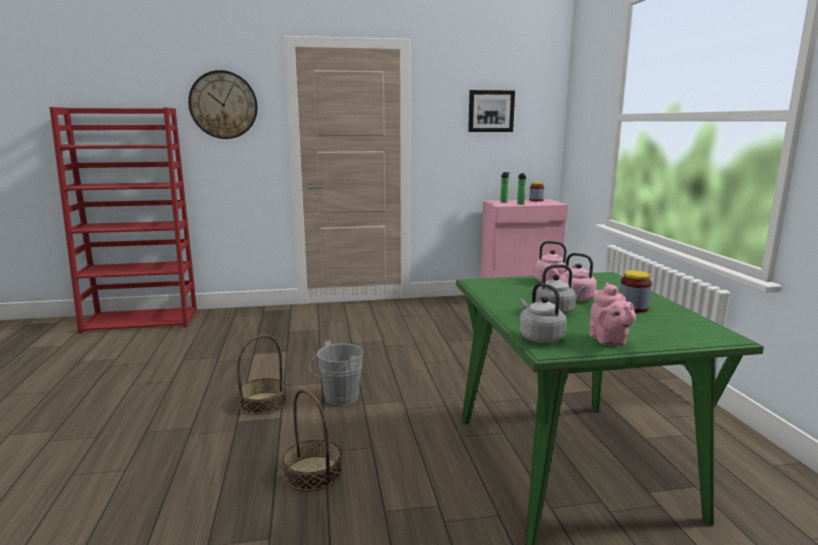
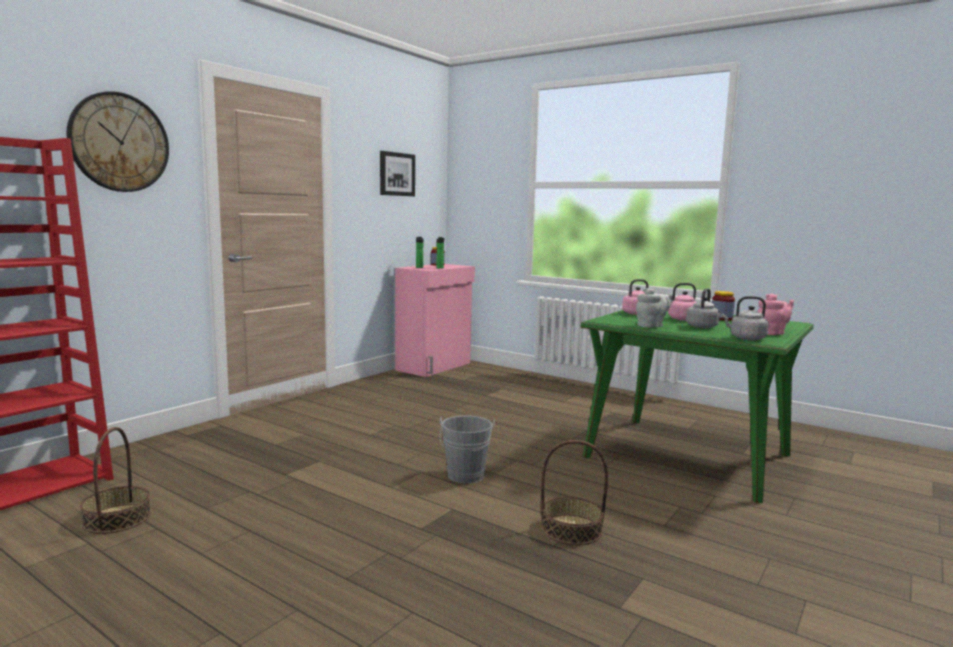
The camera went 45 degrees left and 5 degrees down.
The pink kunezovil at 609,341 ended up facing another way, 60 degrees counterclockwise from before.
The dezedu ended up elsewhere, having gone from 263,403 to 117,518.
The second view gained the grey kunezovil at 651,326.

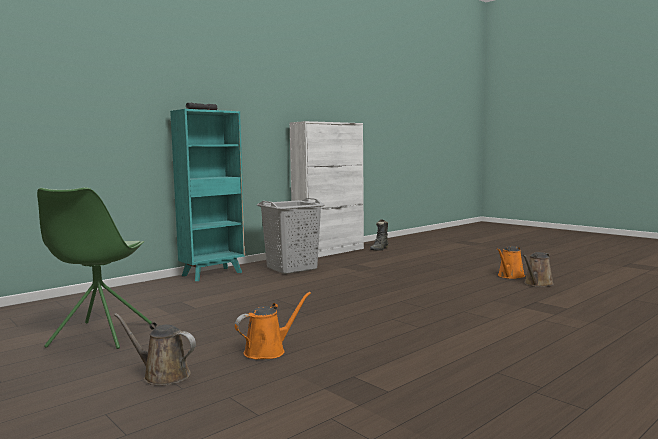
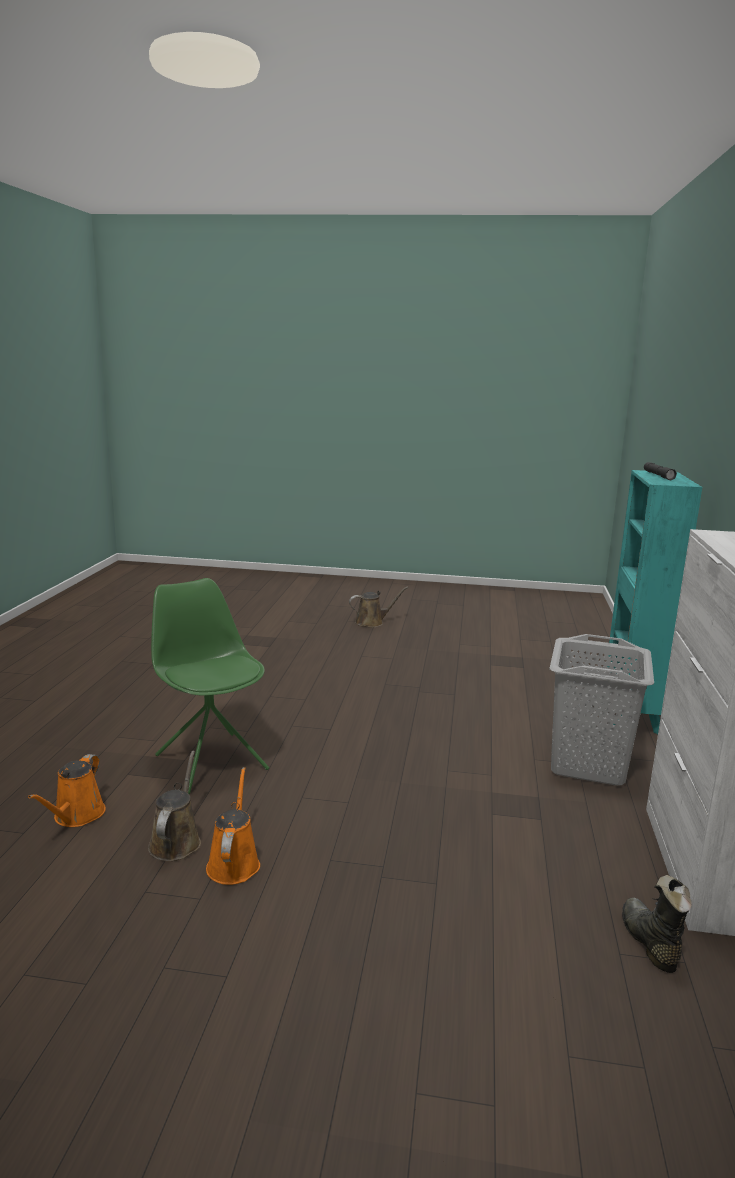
The camera went 140 degrees right and 10 degrees up.
The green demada ended up elsewhere, having gone from 99,335 to 211,761.
The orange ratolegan ended up elsewhere, having gone from 268,351 to 76,816.

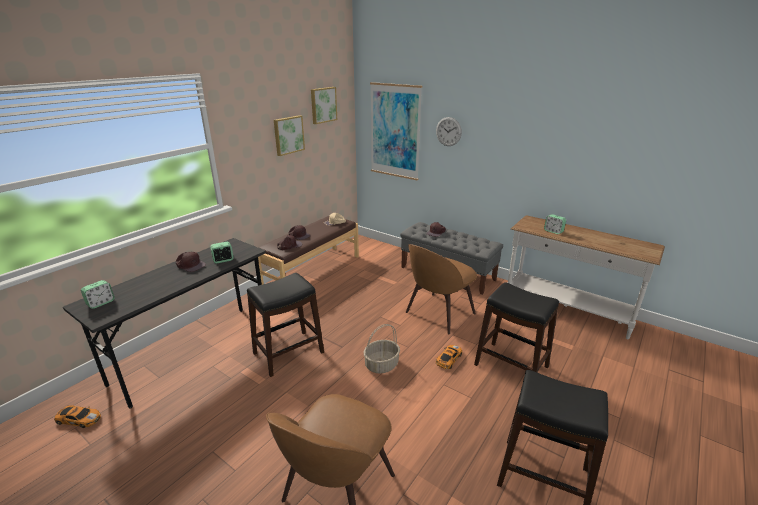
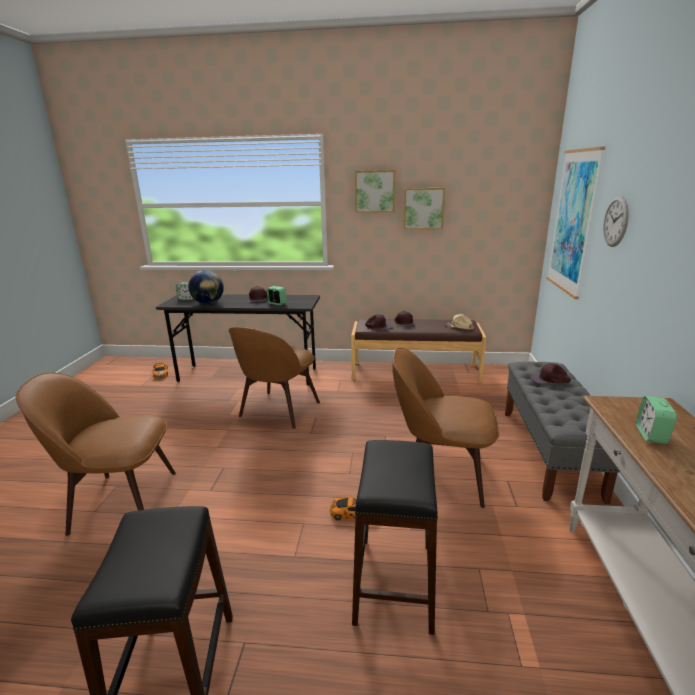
The camera went 60 degrees right and 5 degrees down.
The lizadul ended up elsewhere, having gone from 323,105 to 375,191.
Where the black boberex stood at 289,353, the brown demada came to stand at 278,411.
The second view lost the dezedu at 381,364.
The second view gained the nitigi at 208,303.

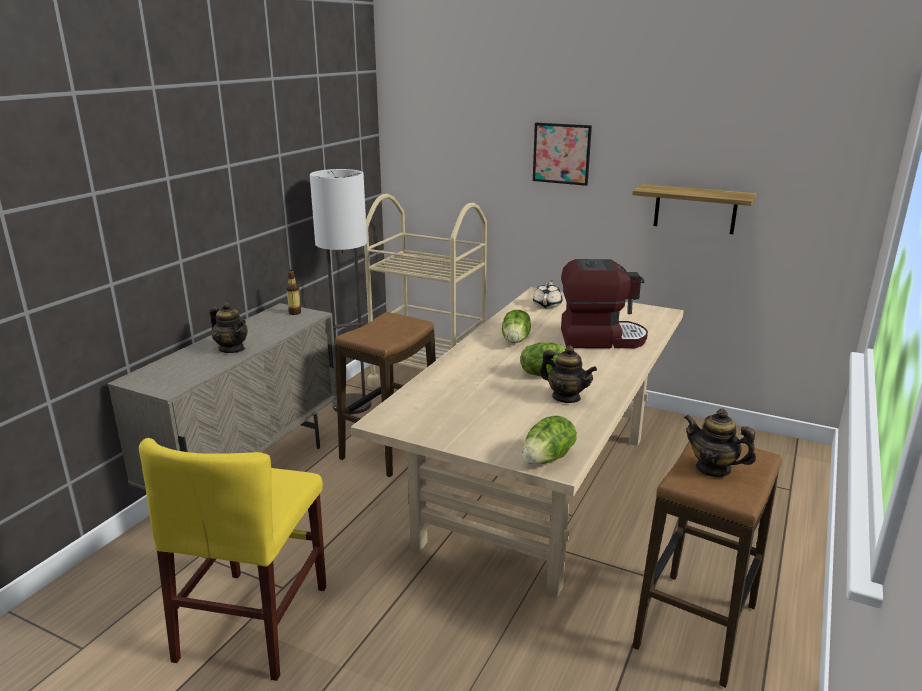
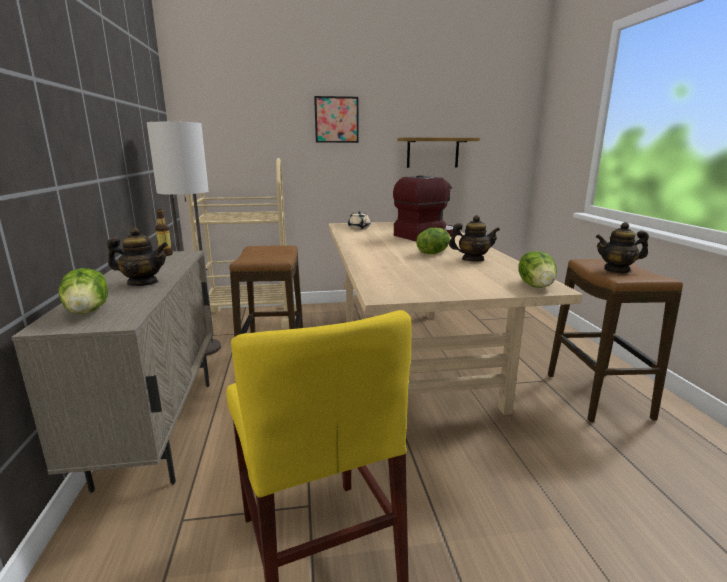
The camera went 35 degrees left and 5 degrees down.
The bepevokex ended up elsewhere, having gone from 516,340 to 89,311.

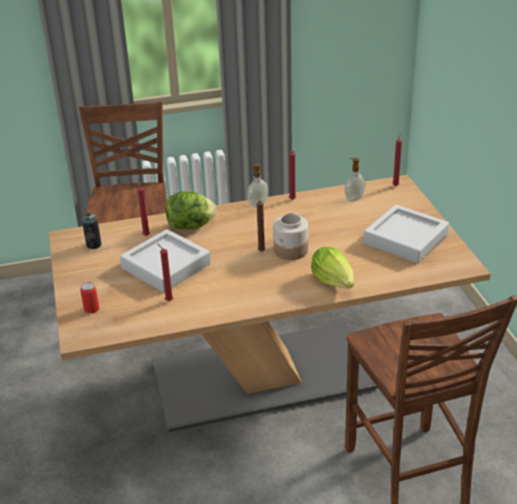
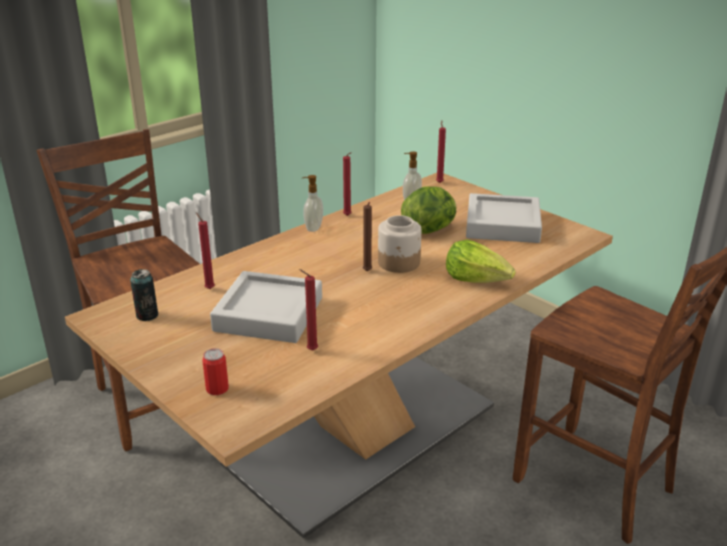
The camera went 30 degrees left and 5 degrees down.
The bepevokex ended up elsewhere, having gone from 191,226 to 430,230.

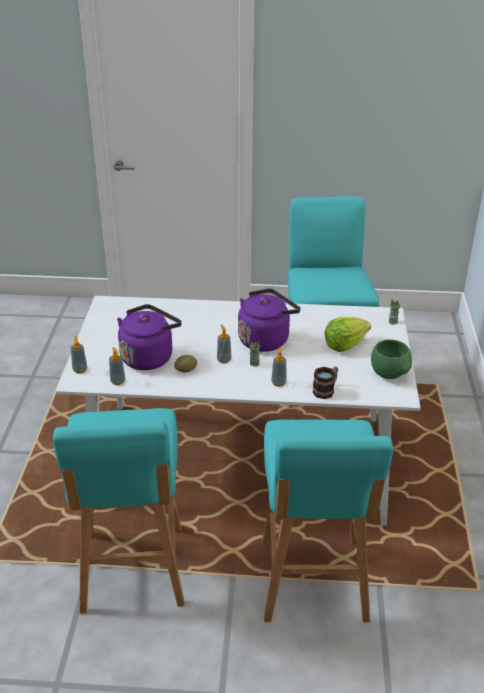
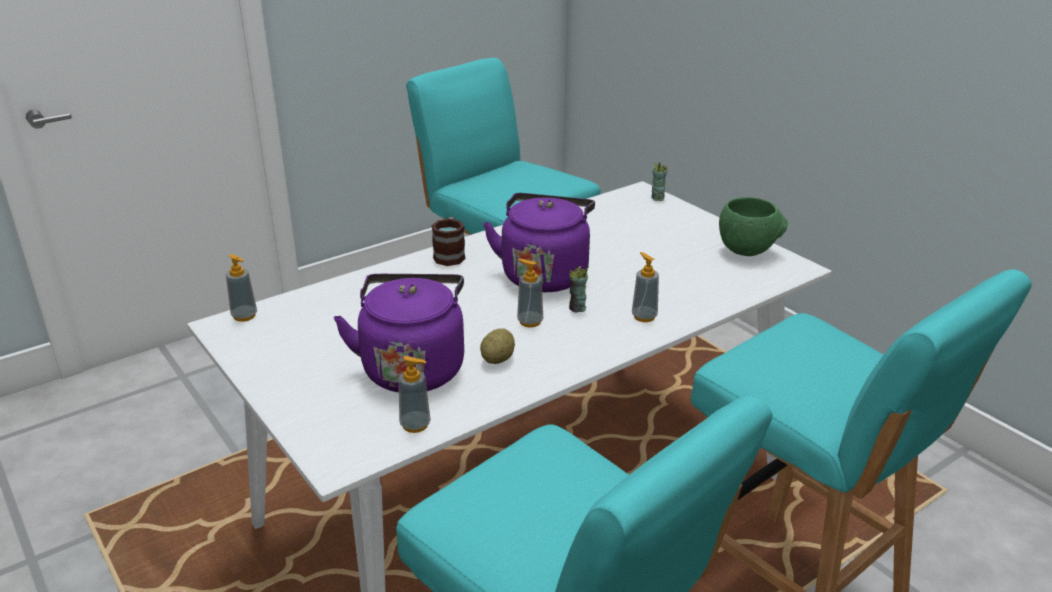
The camera went 40 degrees left and 5 degrees down.
The second view lost the bepevokex at 345,345.
The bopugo ended up elsewhere, having gone from 80,370 to 244,316.
The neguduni ended up elsewhere, having gone from 326,390 to 450,254.

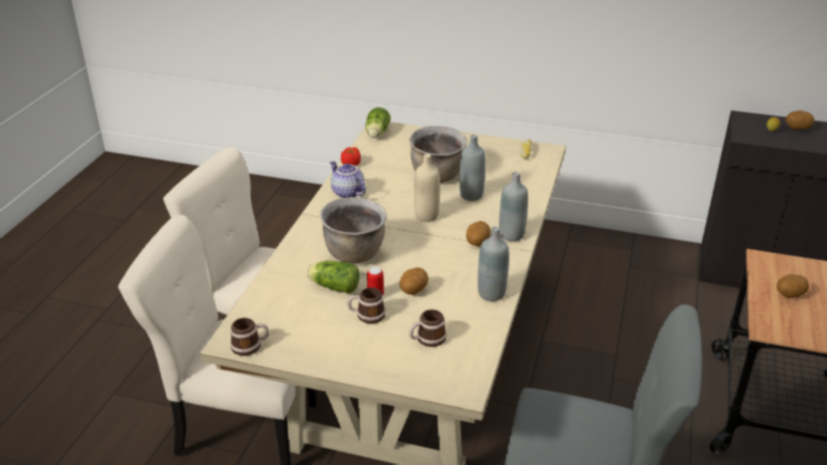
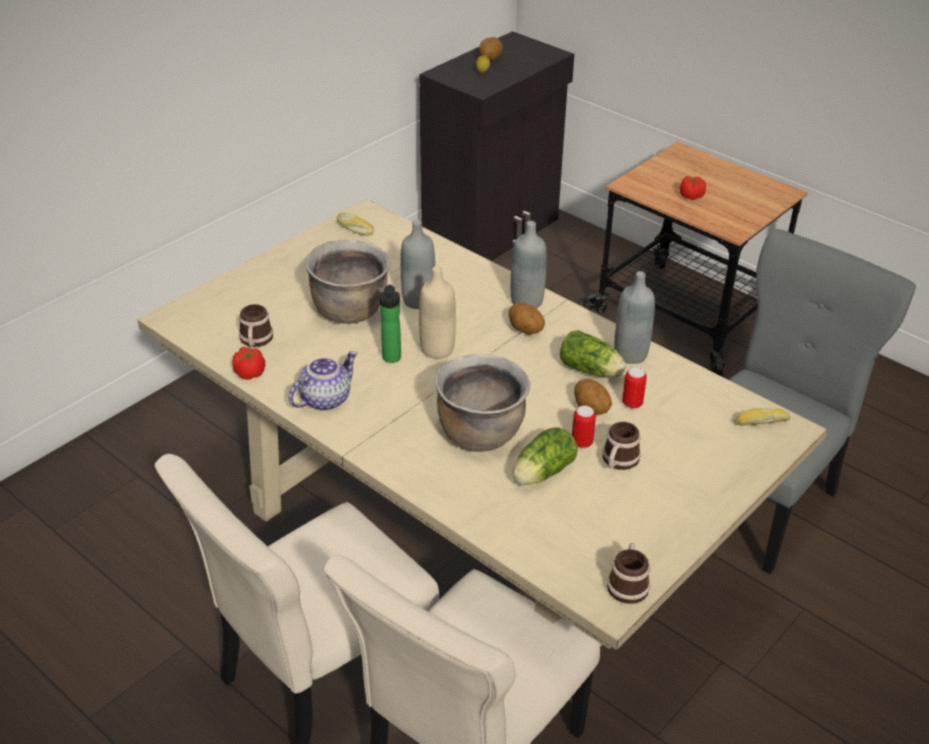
The camera went 65 degrees left and 5 degrees up.
The bepevokex ended up elsewhere, having gone from 376,133 to 592,371.
The kunezovil at 347,193 ended up facing another way, 150 degrees clockwise from before.
Where the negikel stood at 789,295, the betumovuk came to stand at 691,196.
The neguduni ended up elsewhere, having gone from 427,339 to 255,341.
The second view gained the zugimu at 391,359.
The second view gained the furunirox at 632,403.
The second view gained the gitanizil at 760,422.

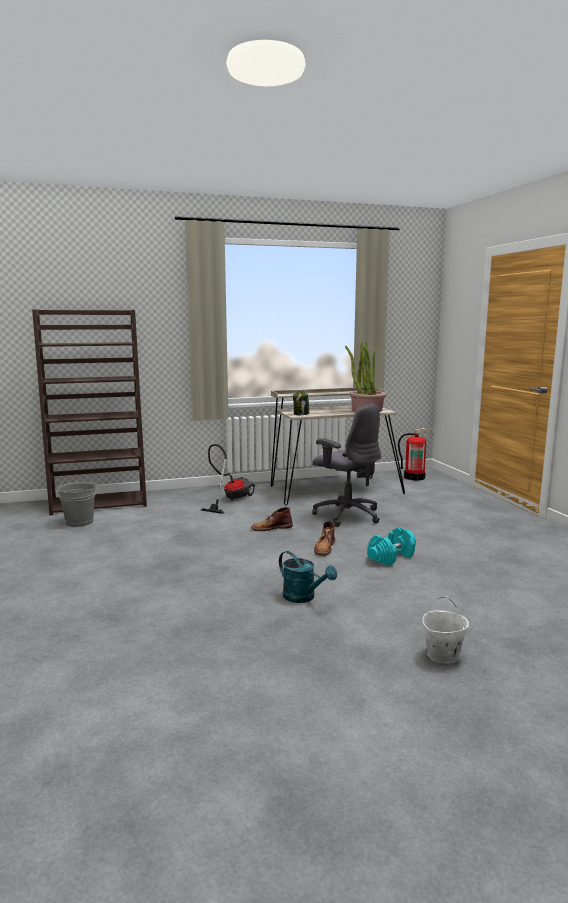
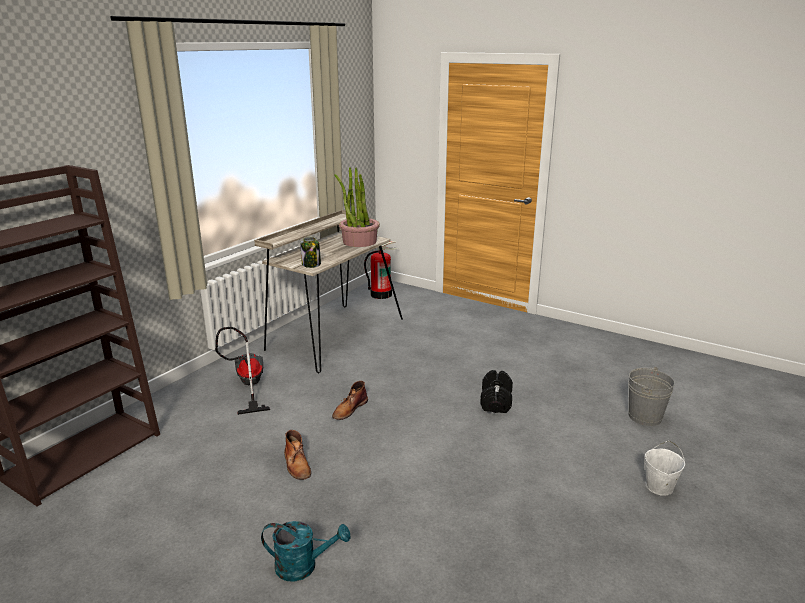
The camera went 40 degrees left and 10 degrees up.
The second view lost the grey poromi at 347,515.
The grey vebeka ended up elsewhere, having gone from 79,522 to 645,417.
The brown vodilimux ended up elsewhere, having gone from 324,548 to 297,465.
What was the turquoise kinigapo at 391,557 turned into the black kinigapo at 496,402.
The turquoise ratolegan ended up elsewhere, having gone from 303,597 to 303,566.

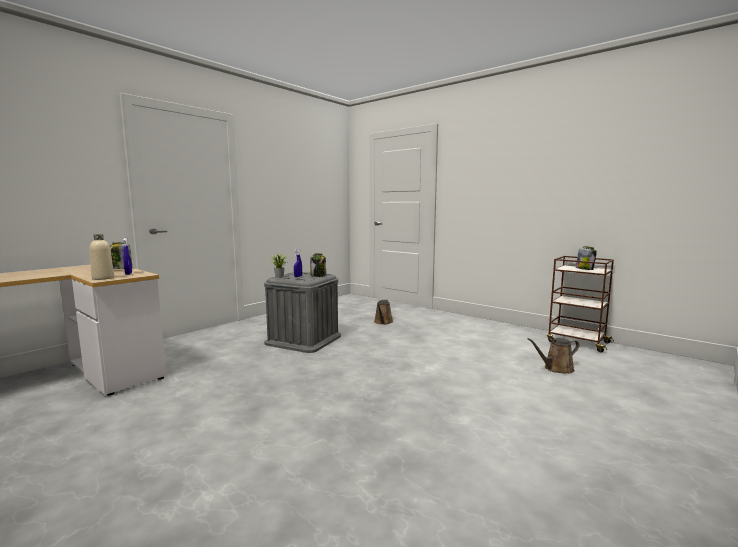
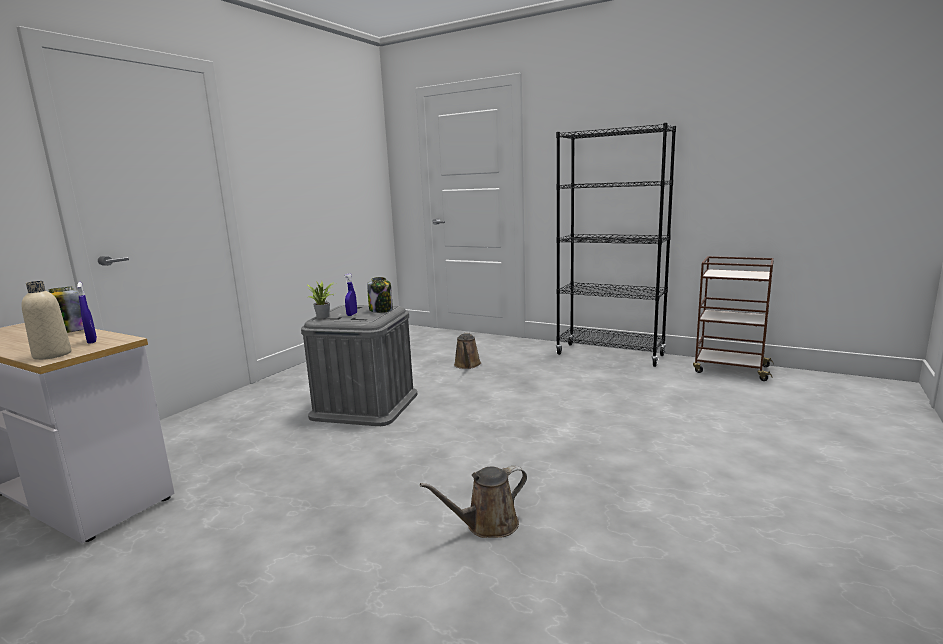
The camera went 10 degrees left and 5 degrees up.
The second view lost the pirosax at 584,269.
The brown ratolegan ended up elsewhere, having gone from 556,369 to 487,525.
The second view gained the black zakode at 610,355.

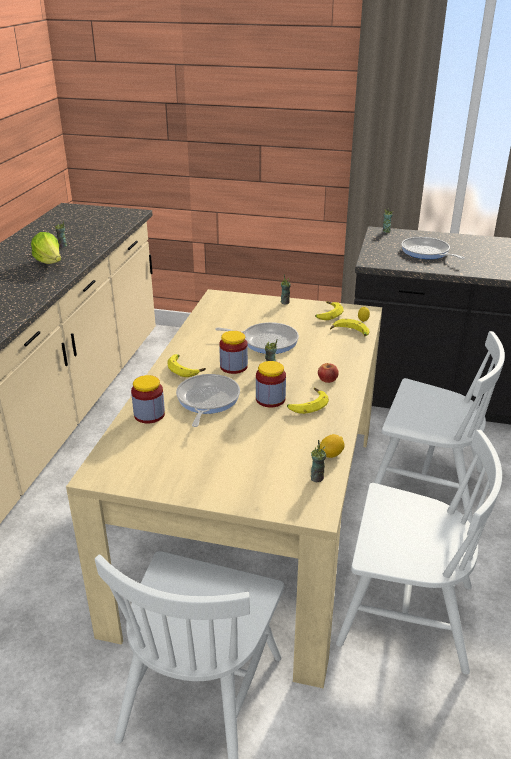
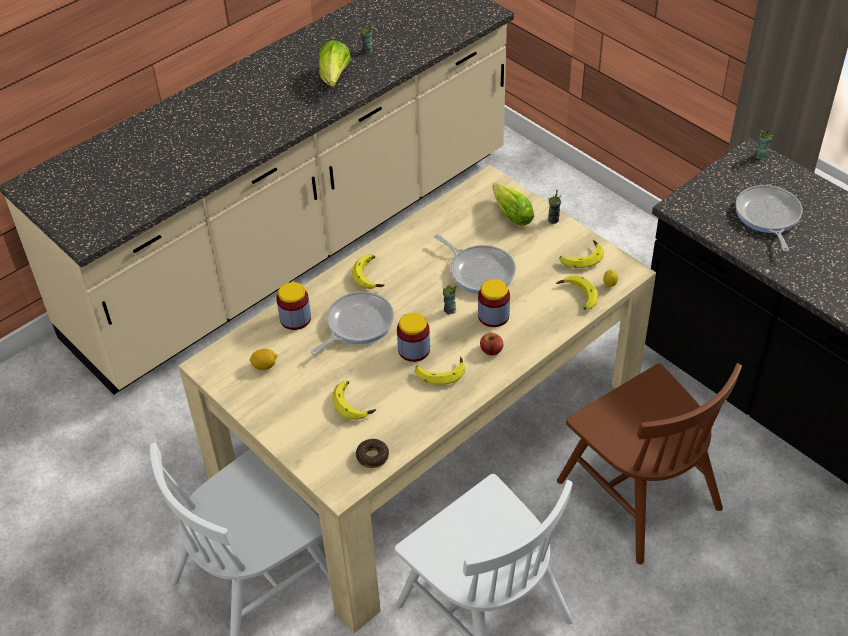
The camera went 35 degrees right and 15 degrees up.
The pirosax ended up elsewhere, having gone from 233,367 to 493,316.
What was the white demada at 426,485 turned into the brown demada at 638,493.
The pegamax ended up elsewhere, having gone from 331,454 to 265,366.
Where the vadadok stood at 317,478, the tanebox came to stand at 372,456.
The second view gained the bepevokex at 510,213.
The second view gained the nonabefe at 354,403.

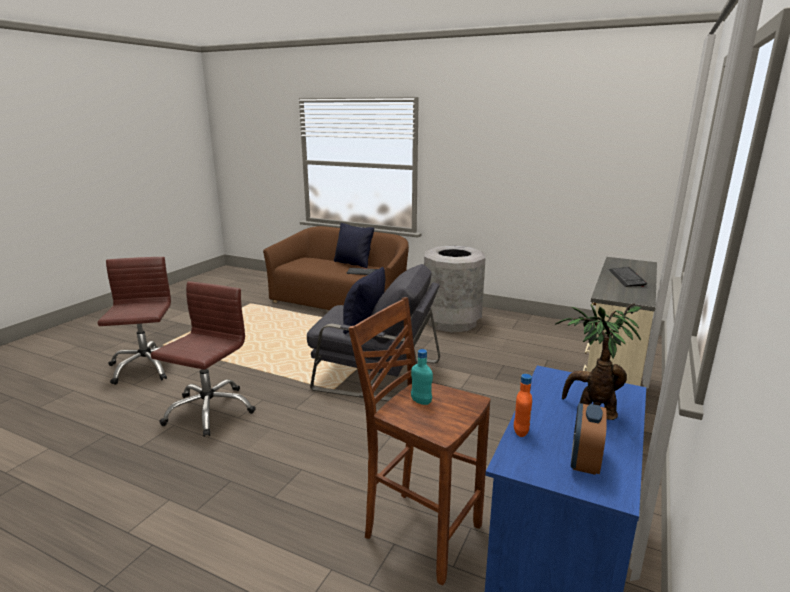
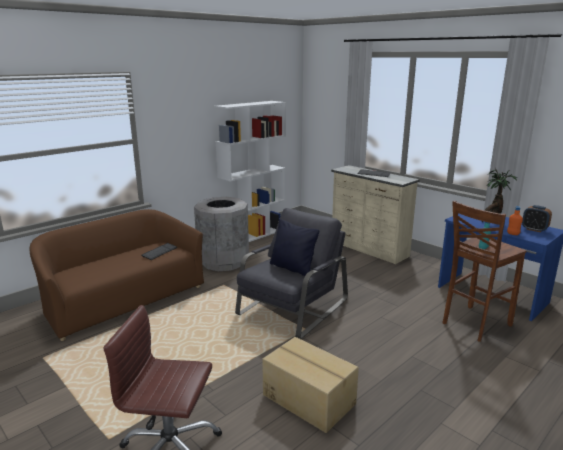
The camera went 70 degrees left and 0 degrees up.
The second view lost the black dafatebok at 353,263.
Where the brown poromi stood at 209,410, the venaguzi came to stand at 309,399.
The second view gained the white zakode at 254,235.

